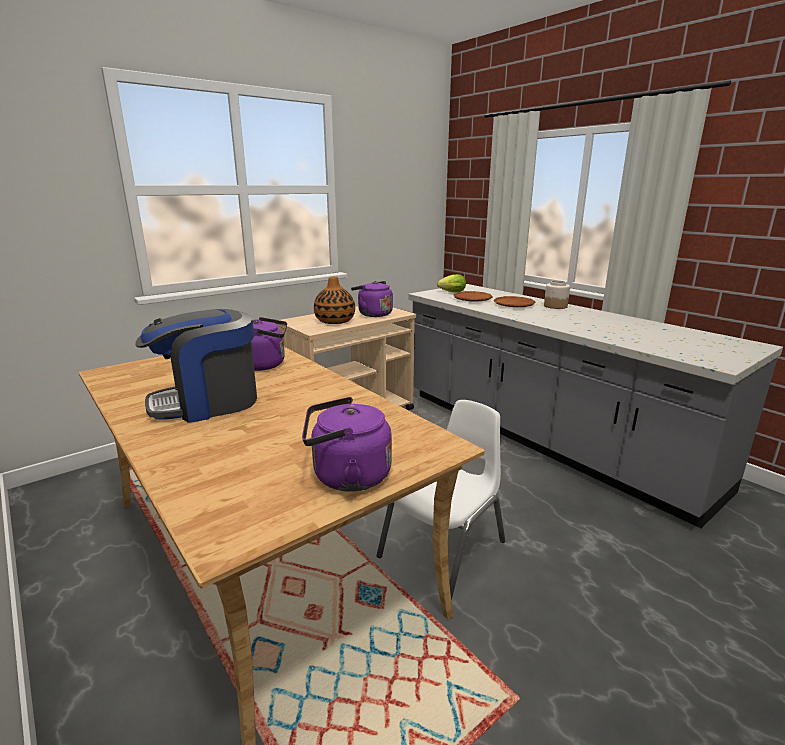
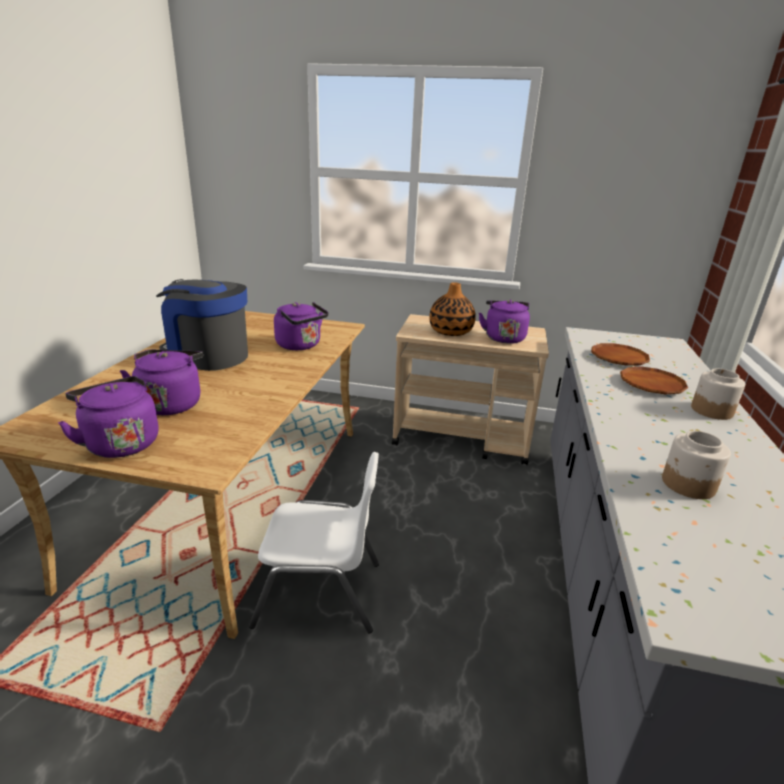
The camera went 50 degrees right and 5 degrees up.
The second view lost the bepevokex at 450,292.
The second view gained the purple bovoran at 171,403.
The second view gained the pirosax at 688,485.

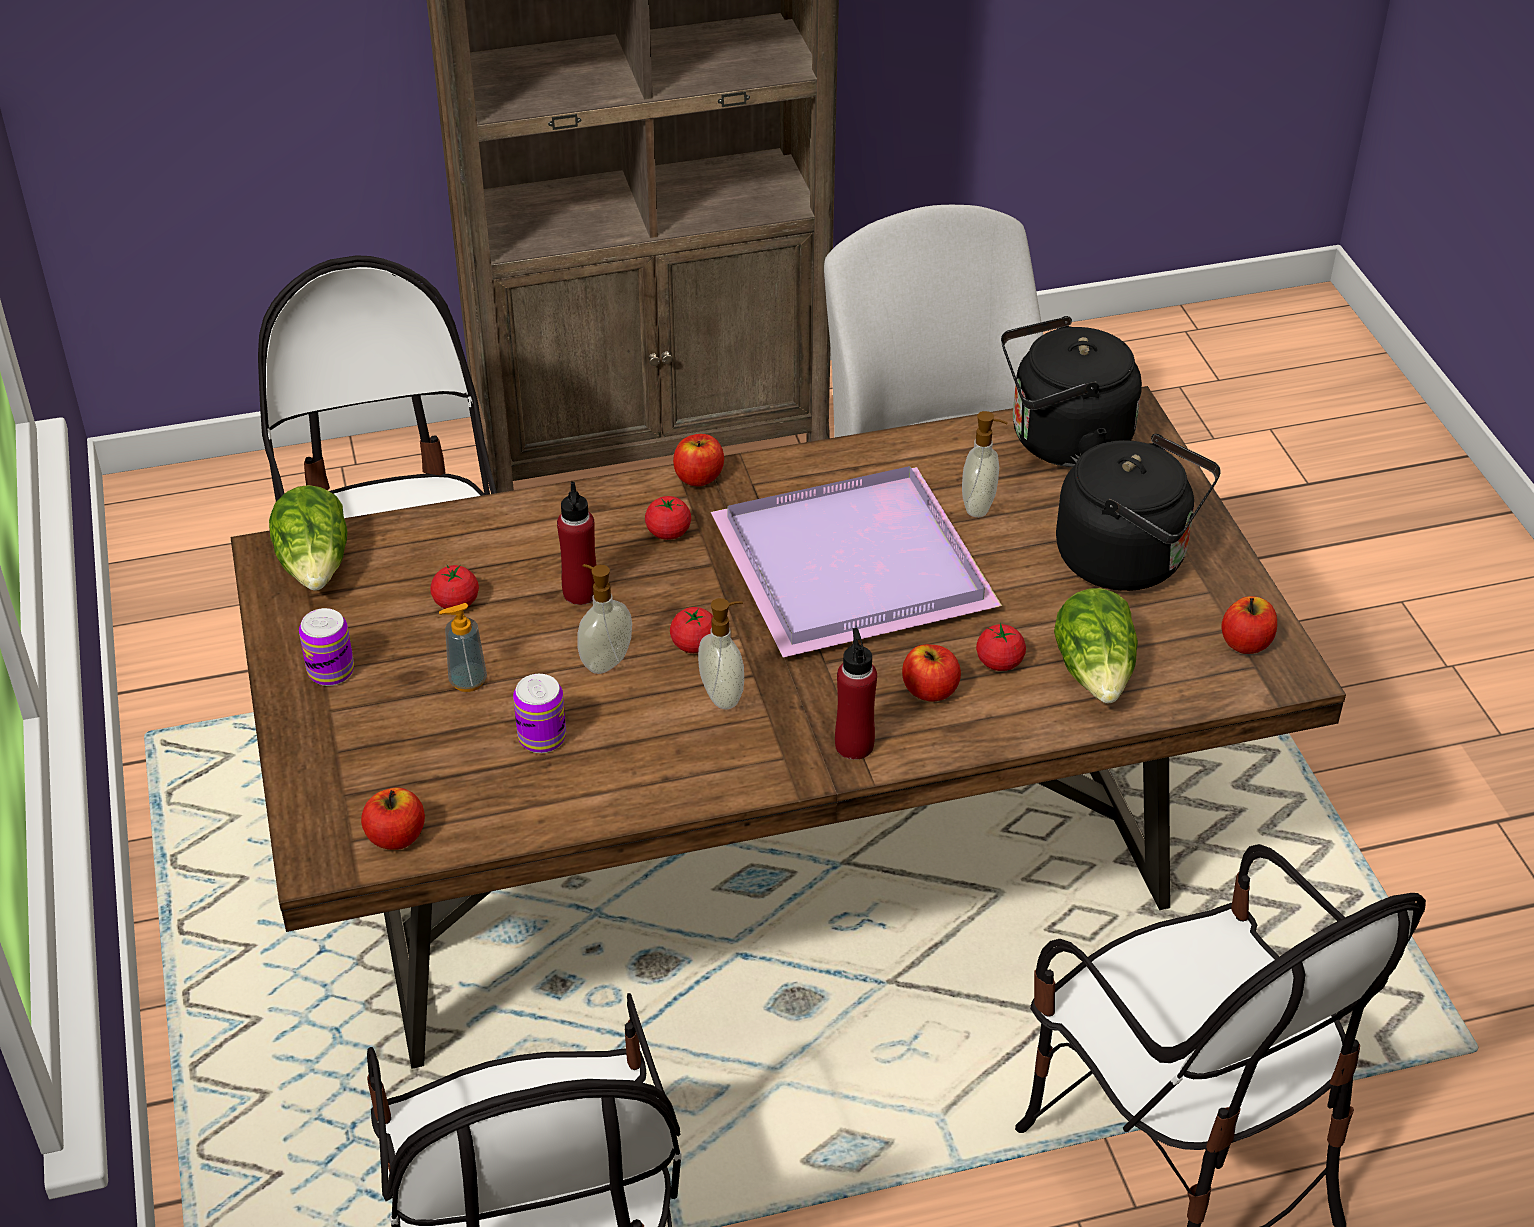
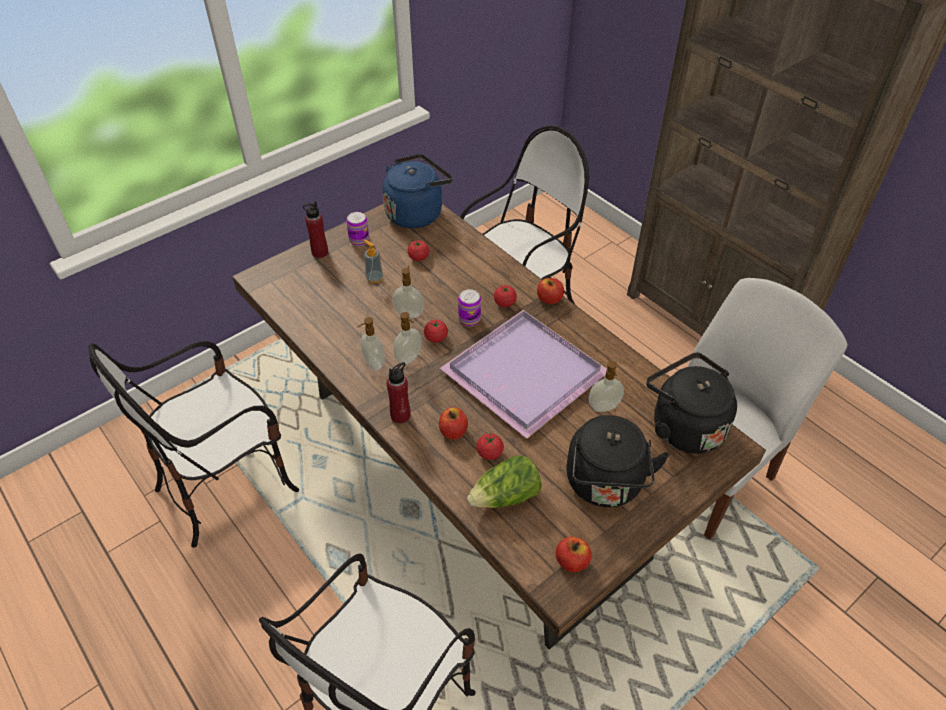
The camera went 65 degrees right and 5 degrees up.
The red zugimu ended up elsewhere, having gone from 580,592 to 320,252.
Where the bepevokex stood at 316,565, the blue bovoran came to stand at 416,213.
The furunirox ended up elsewhere, having gone from 542,738 to 469,319.
The second view lost the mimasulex at 396,837.
The second view gained the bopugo at 373,363.

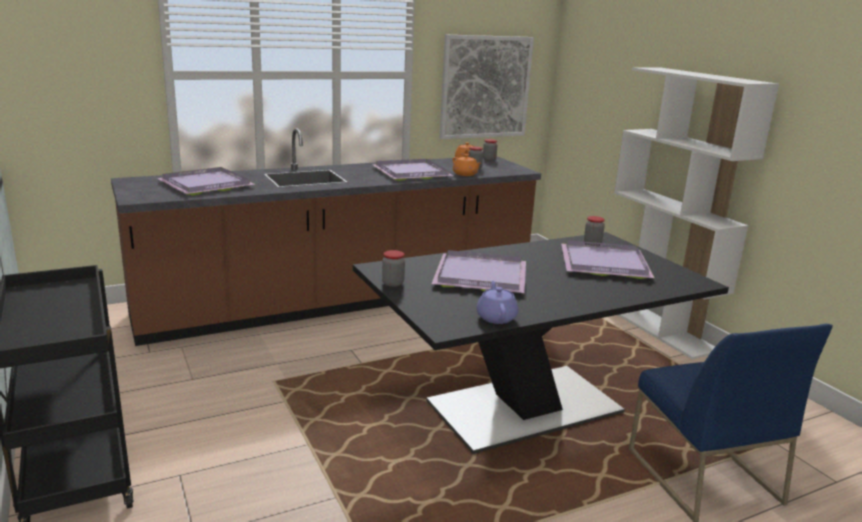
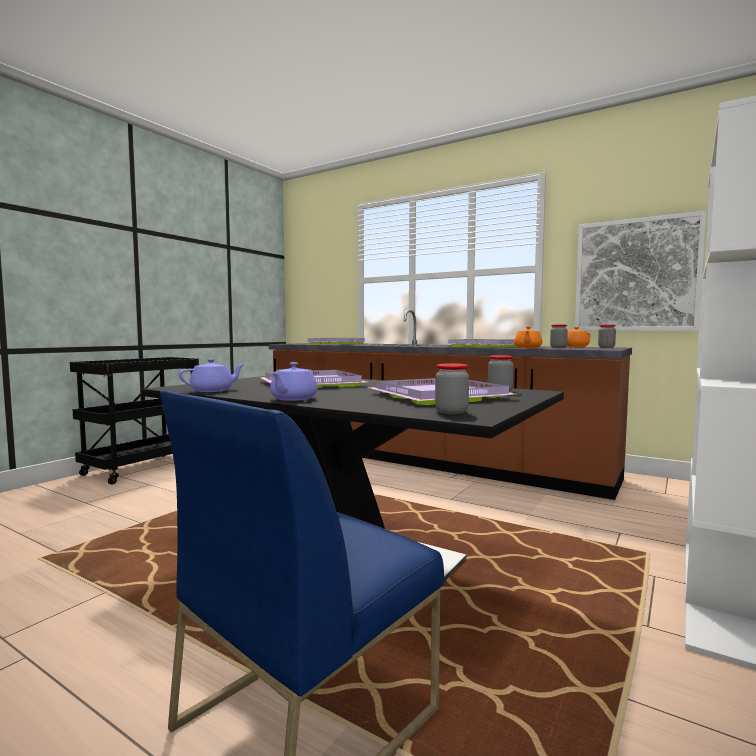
The camera went 60 degrees right and 15 degrees down.
The pirosax ended up elsewhere, having gone from 393,283 to 451,412.
The second view gained the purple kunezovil at 293,399.

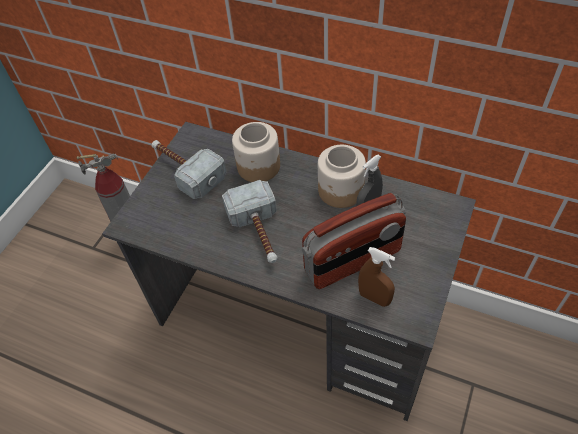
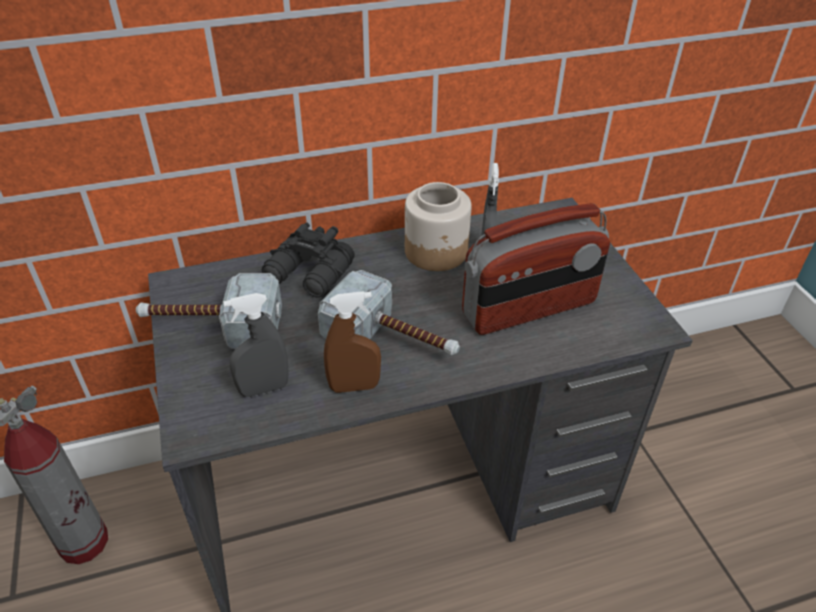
The camera went 45 degrees left and 10 degrees down.
Where the pirosax stood at 258,166, the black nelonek came to stand at 310,274.
The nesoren at 353,261 ended up facing another way, 45 degrees clockwise from before.
The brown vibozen ended up elsewhere, having gone from 374,298 to 354,386.
The second view gained the grey vibozen at 264,389.

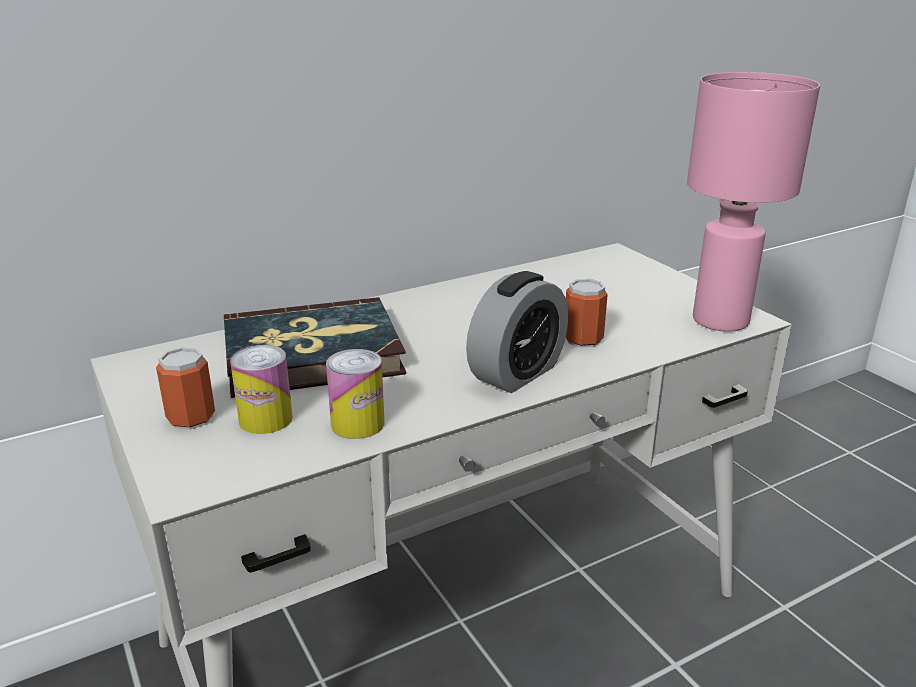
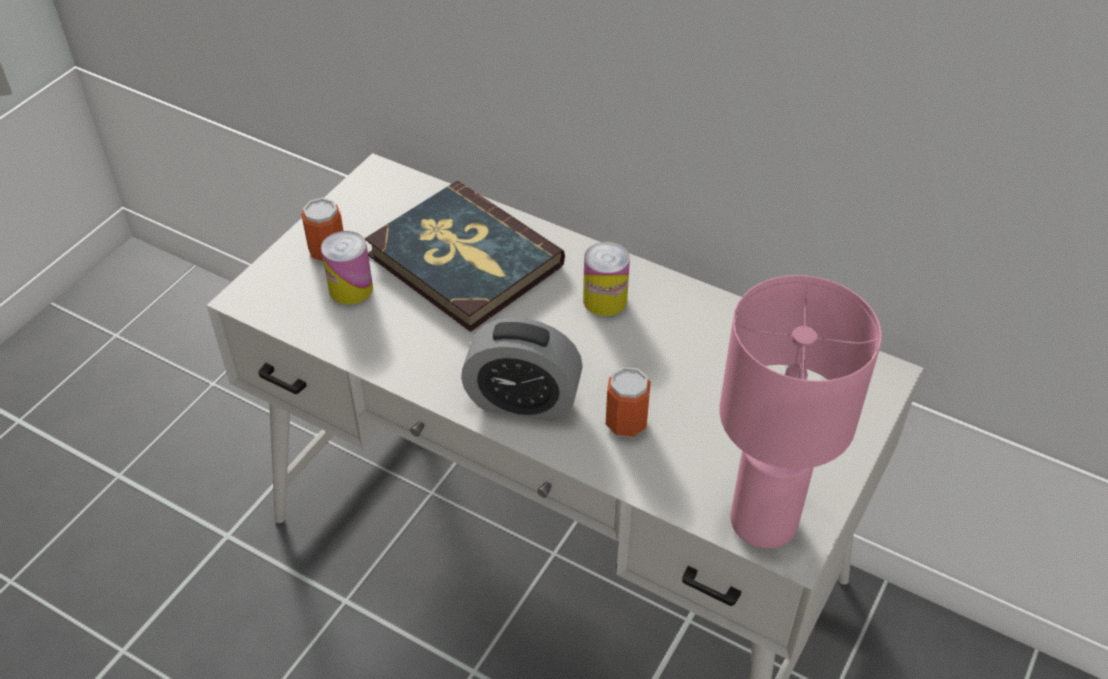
The camera went 60 degrees right and 20 degrees up.
The furunirox ended up elsewhere, having gone from 357,424 to 605,300.

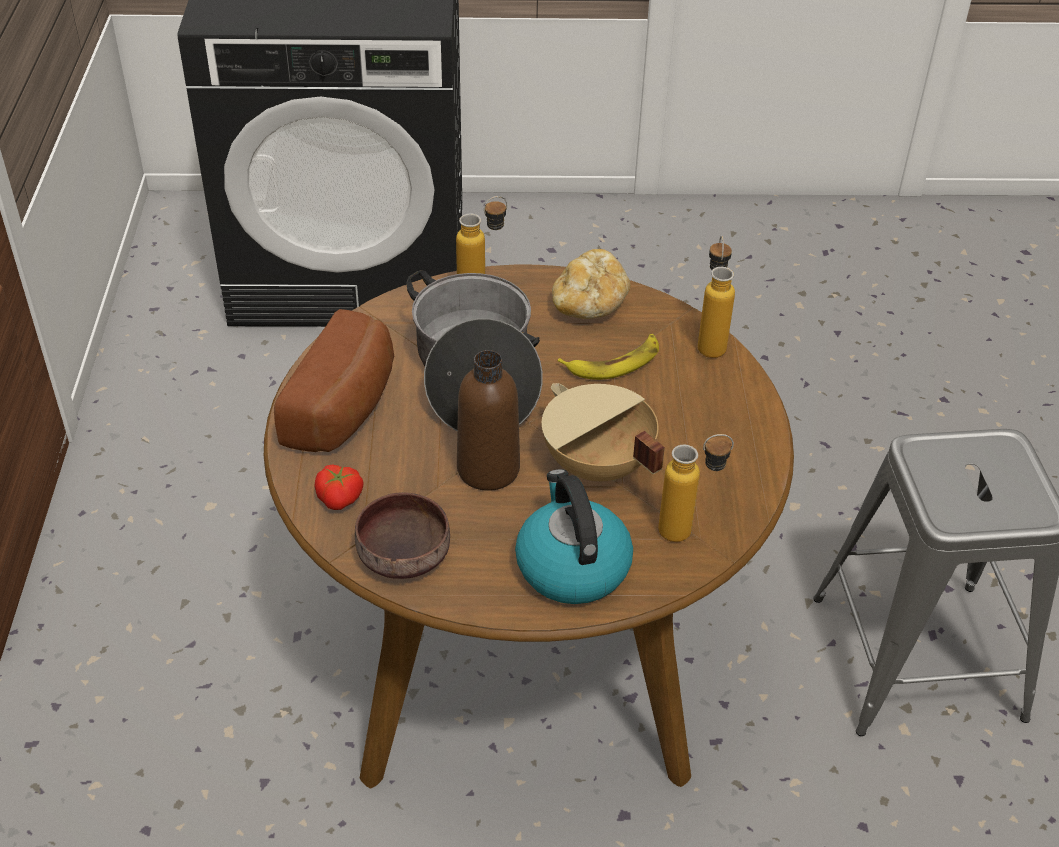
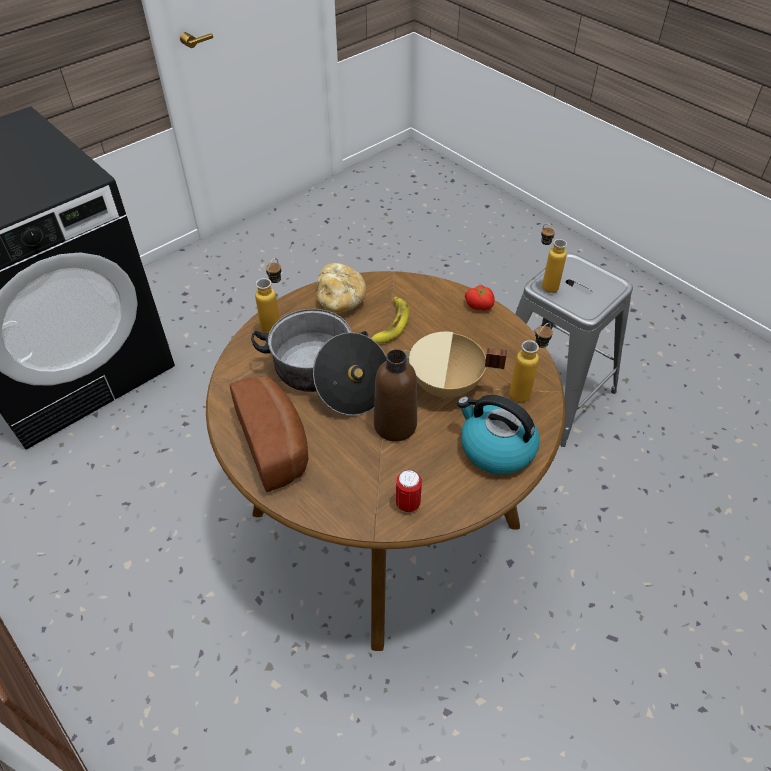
The camera went 40 degrees left and 5 degrees up.
The zugimu ended up elsewhere, having gone from 710,342 to 544,284.
The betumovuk ended up elsewhere, having gone from 340,497 to 479,304.
Where the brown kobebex stood at 405,553, the furunirox came to stand at 408,504.

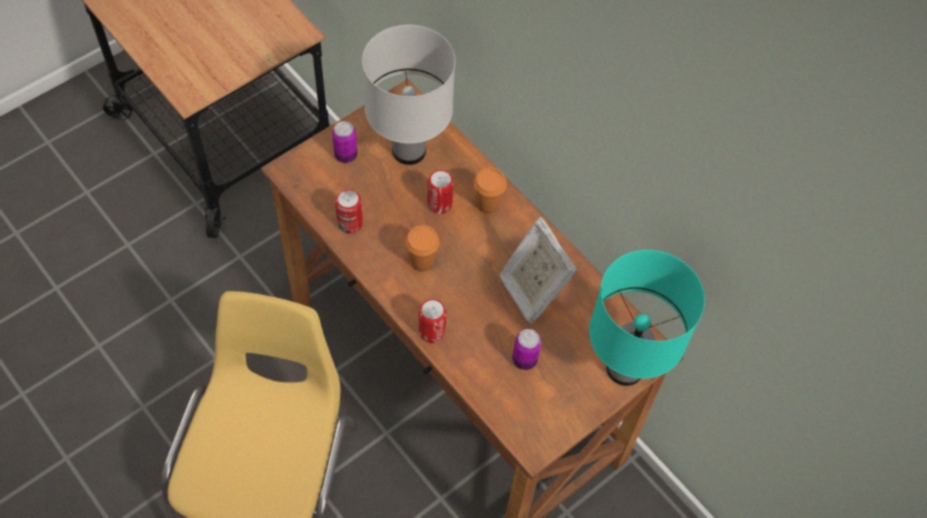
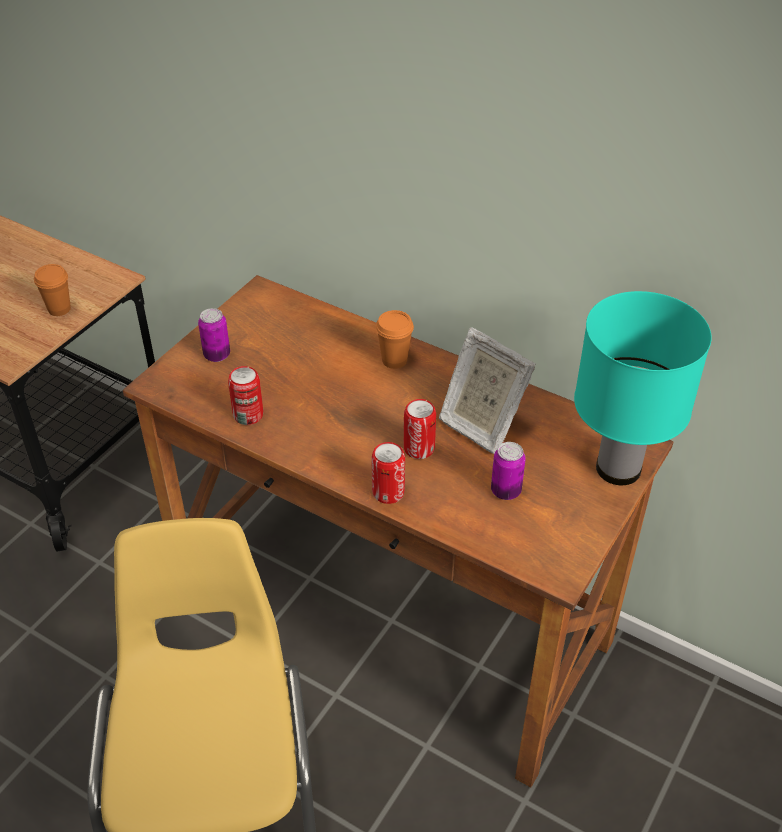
The camera went 15 degrees left and 15 degrees down.
The second view lost the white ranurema at 408,150.
The furunirox ended up elsewhere, having gone from 439,204 to 419,448.
The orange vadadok ended up elsewhere, having gone from 422,262 to 59,309.

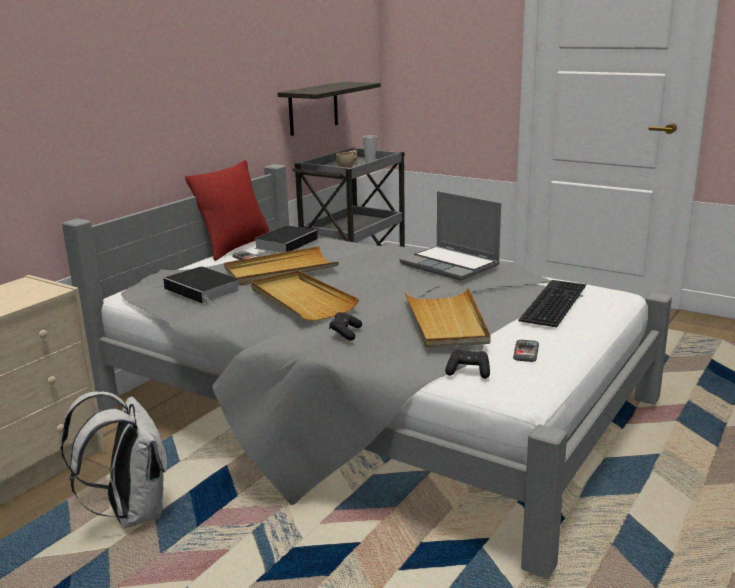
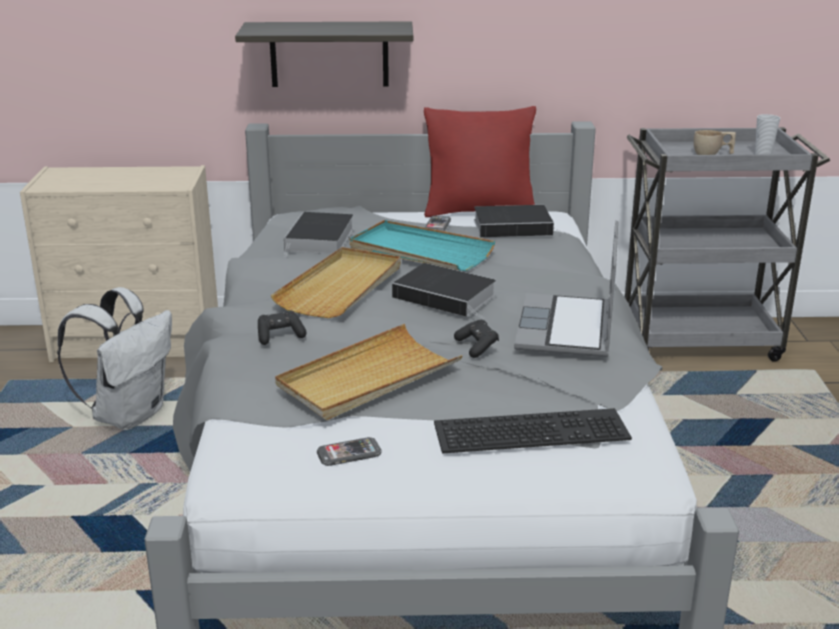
The camera went 55 degrees right and 5 degrees up.
The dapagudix ended up elsewhere, having gone from 313,108 to 329,54.
What was the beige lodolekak at 280,270 turned into the turquoise lodolekak at 420,251.
The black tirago ended up elsewhere, having gone from 468,372 to 477,346.
The second view gained the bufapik at 447,296.

